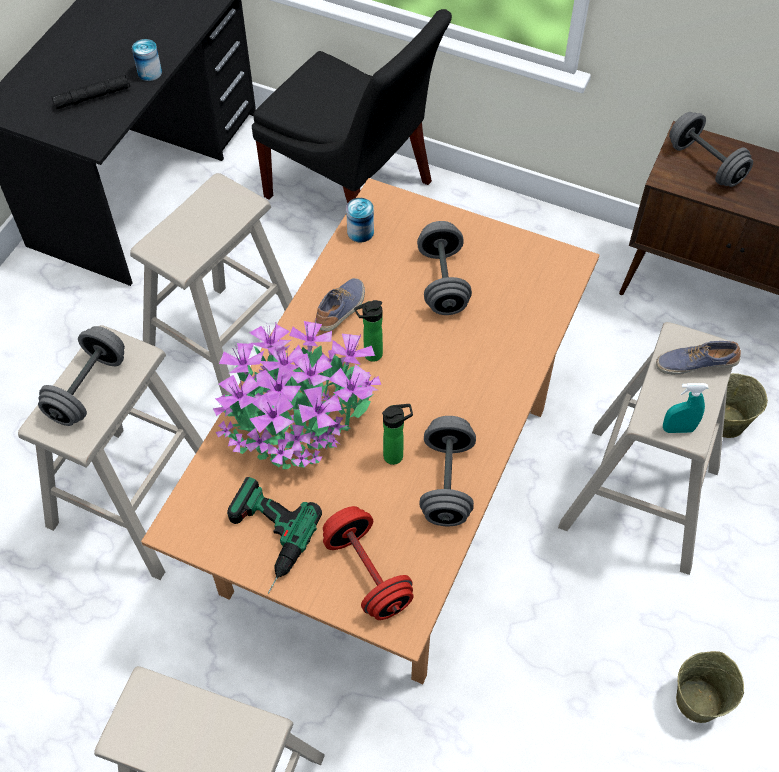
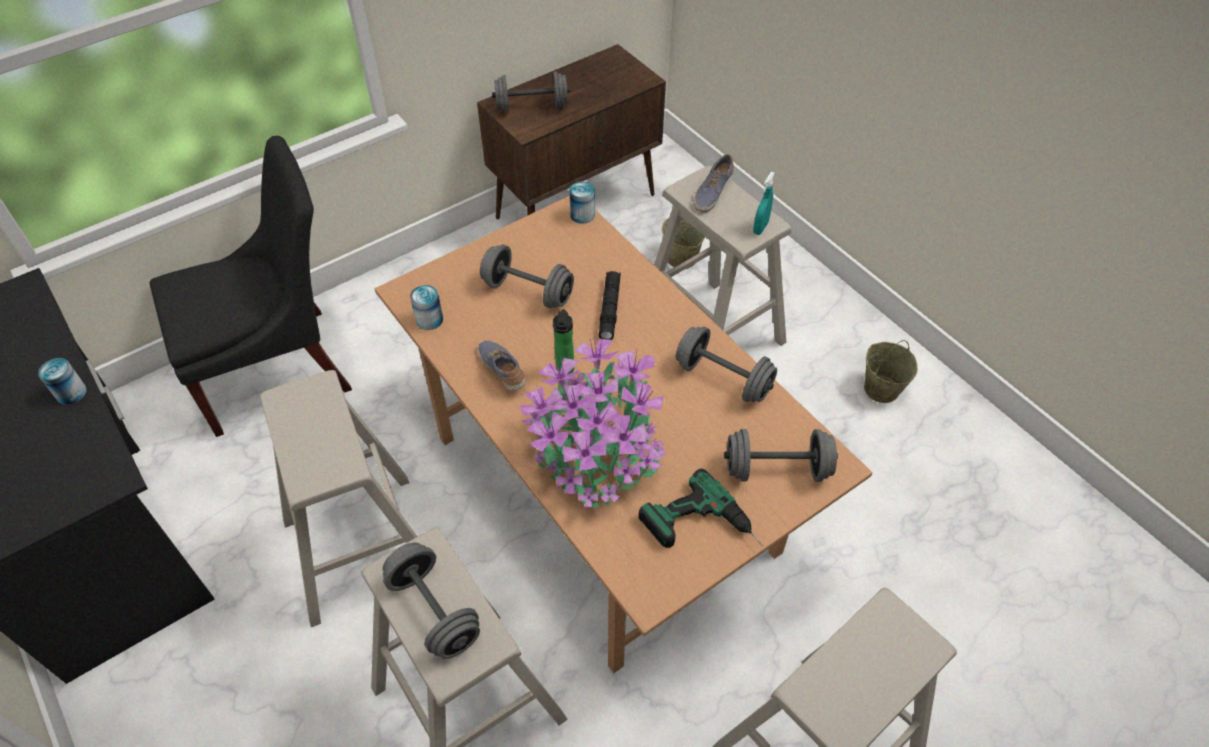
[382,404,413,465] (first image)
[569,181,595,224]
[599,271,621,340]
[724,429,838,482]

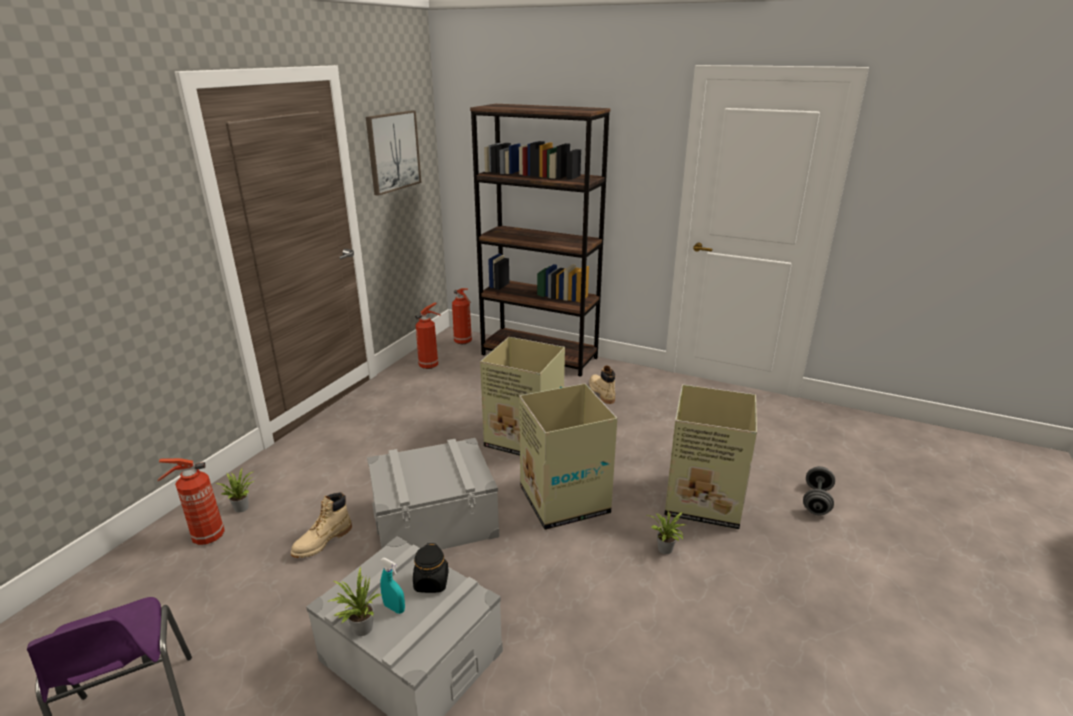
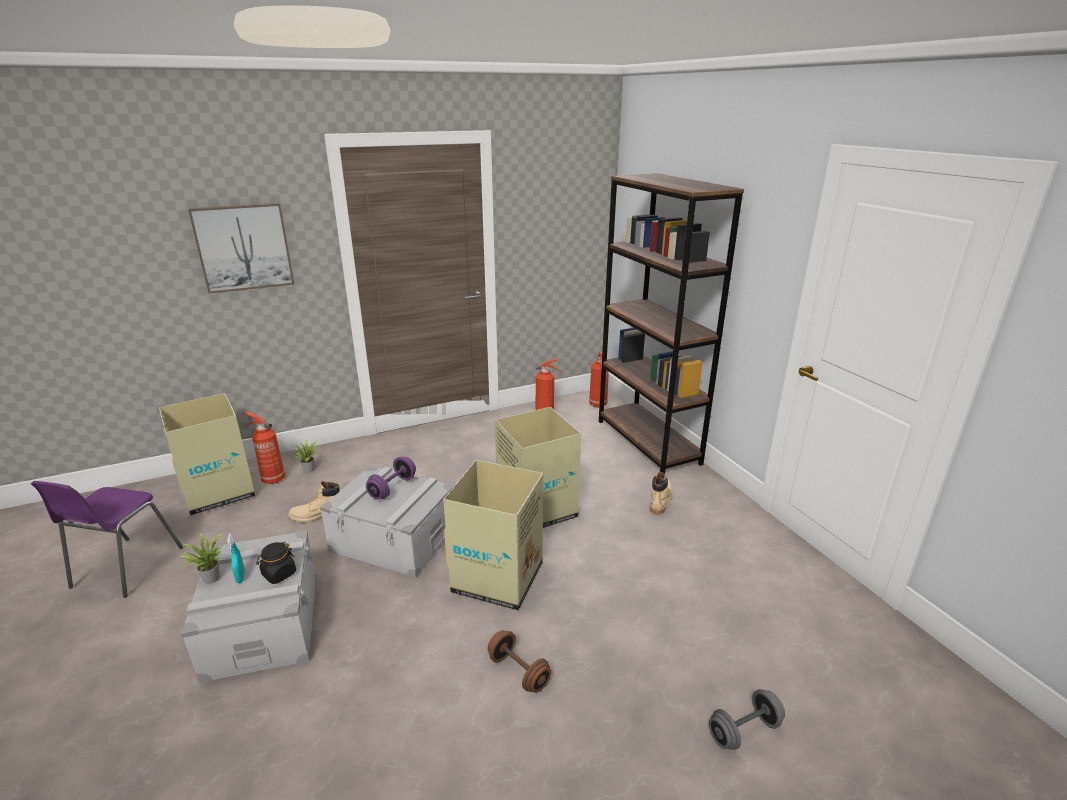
[366,457,416,499]
[188,203,294,294]
[159,393,255,515]
[488,630,551,693]

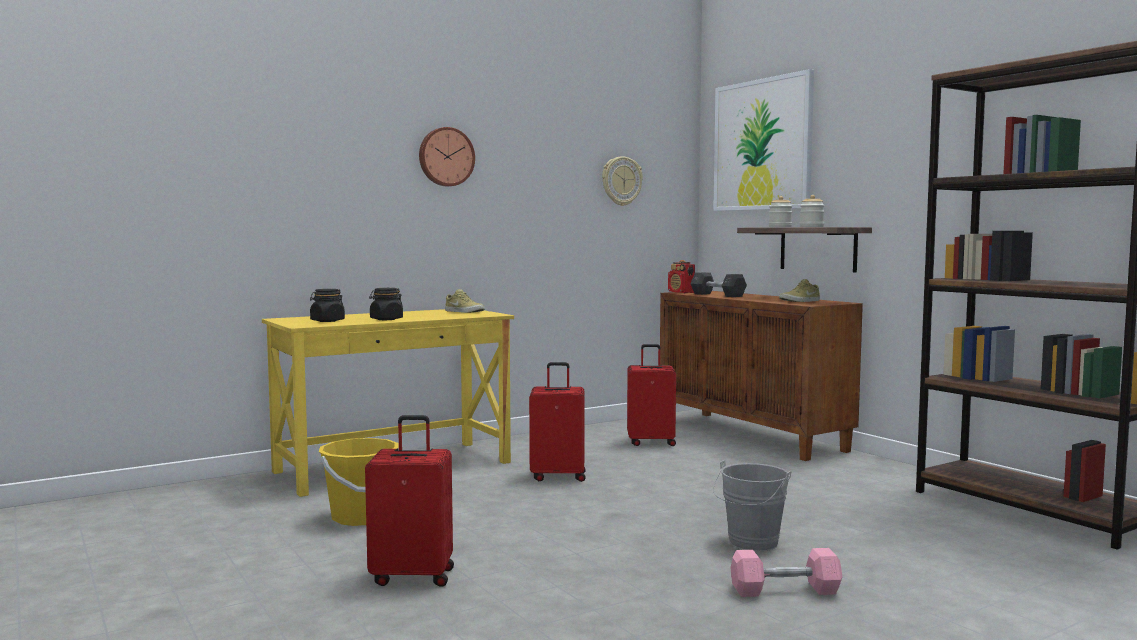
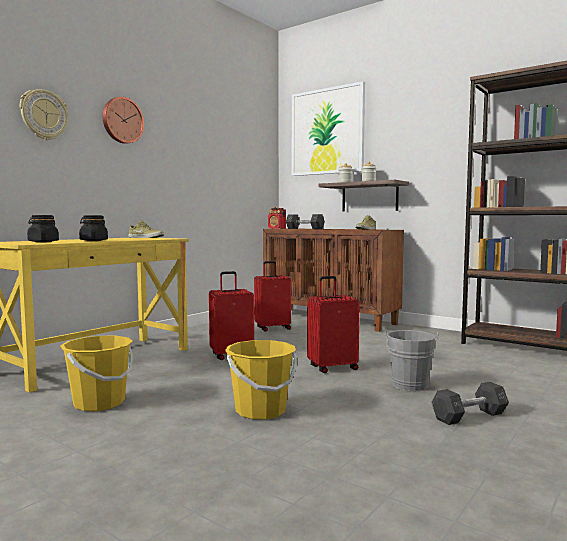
[225,340,297,420]
[307,276,360,373]
[20,89,68,140]
[432,382,509,425]

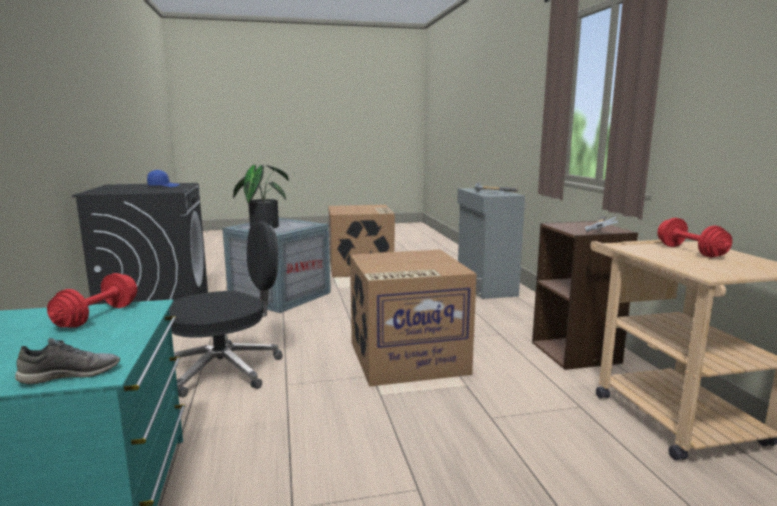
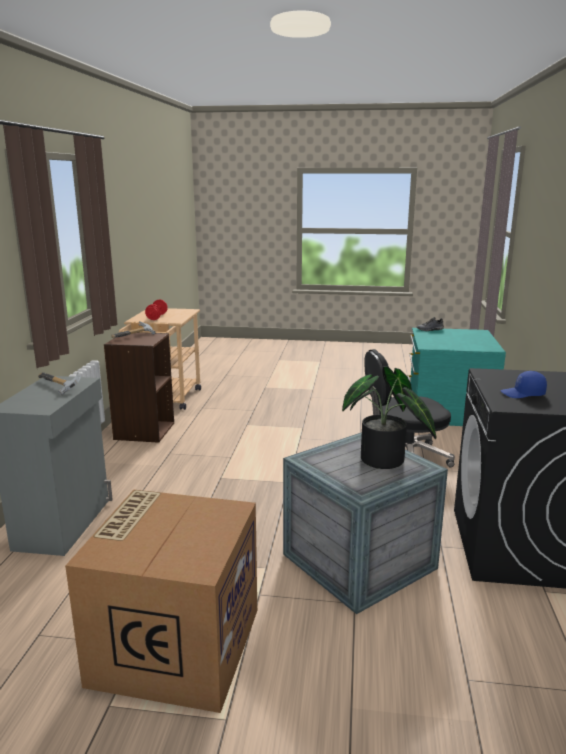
[47,273,137,328] (first image)
[350,250,477,387] (first image)

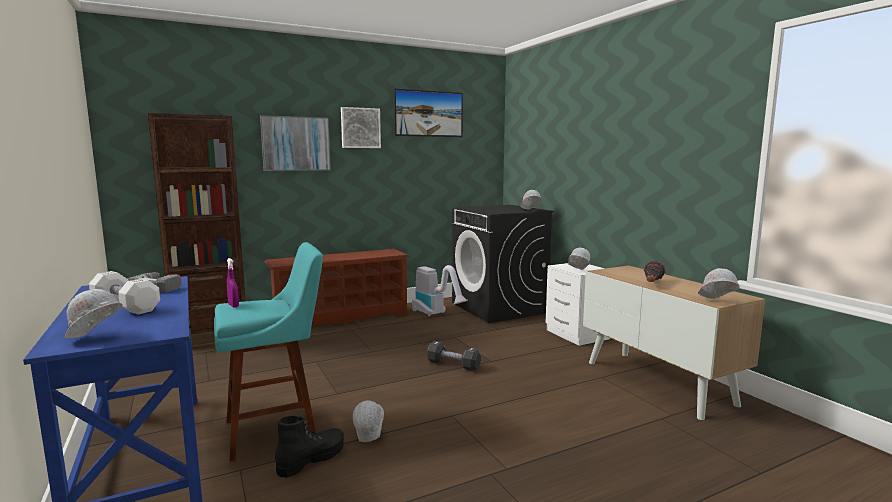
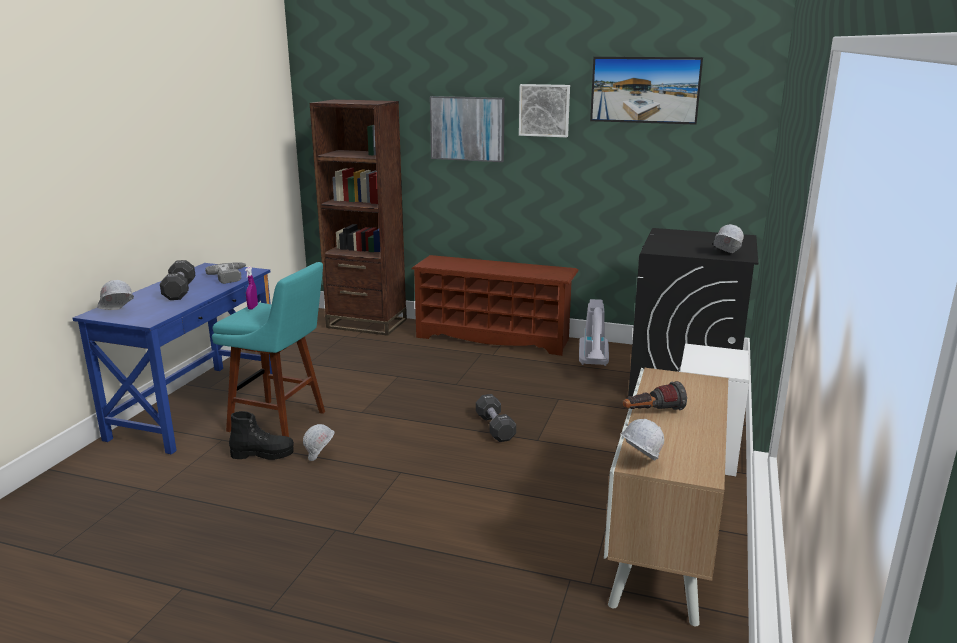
[568,248,590,270] (first image)
[160,260,195,300]

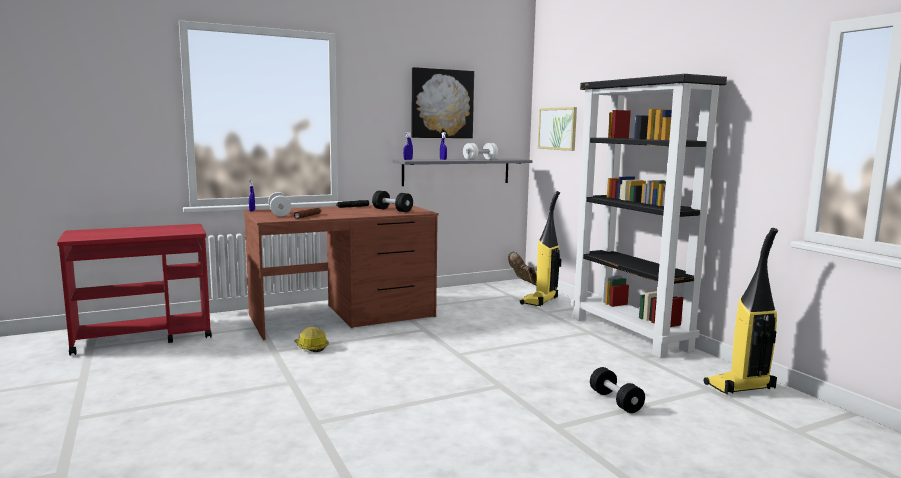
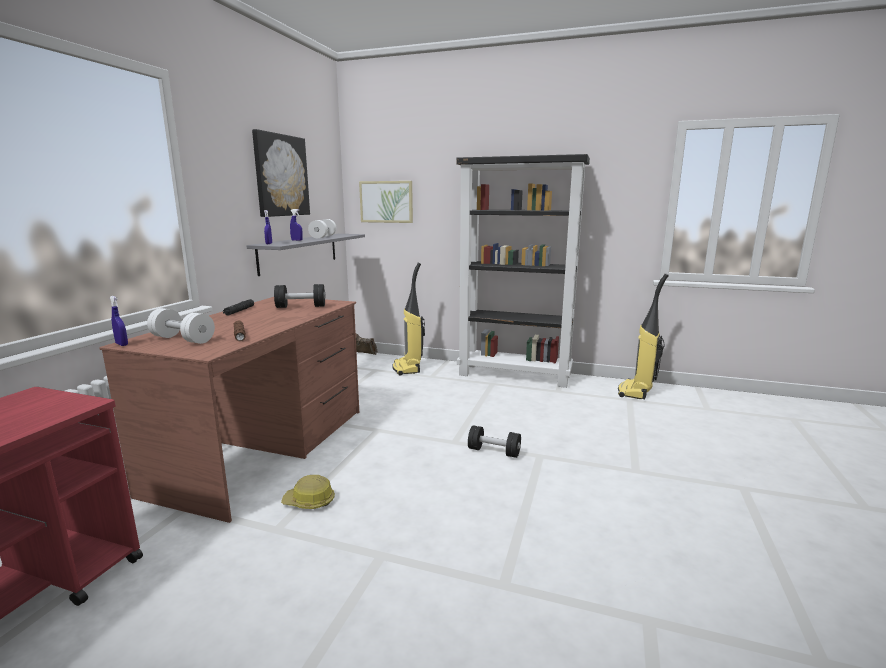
[468,425,521,458]

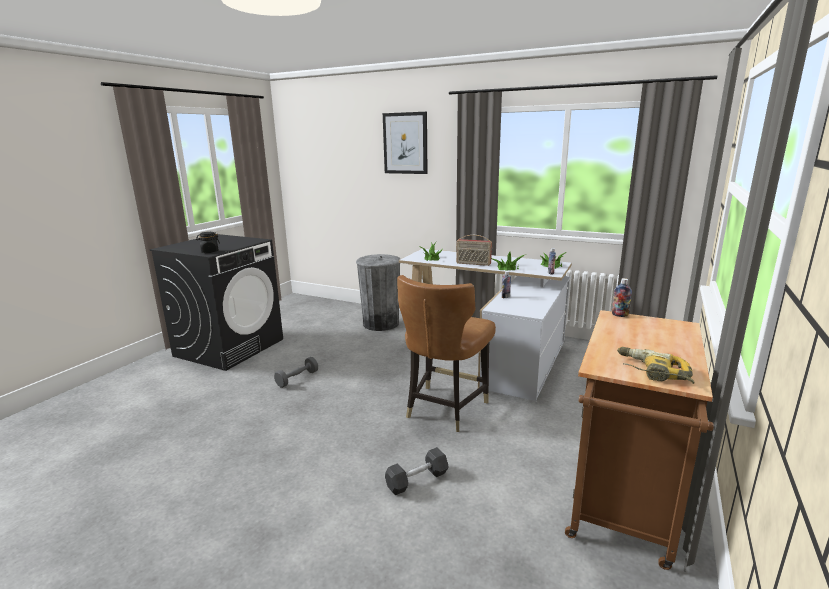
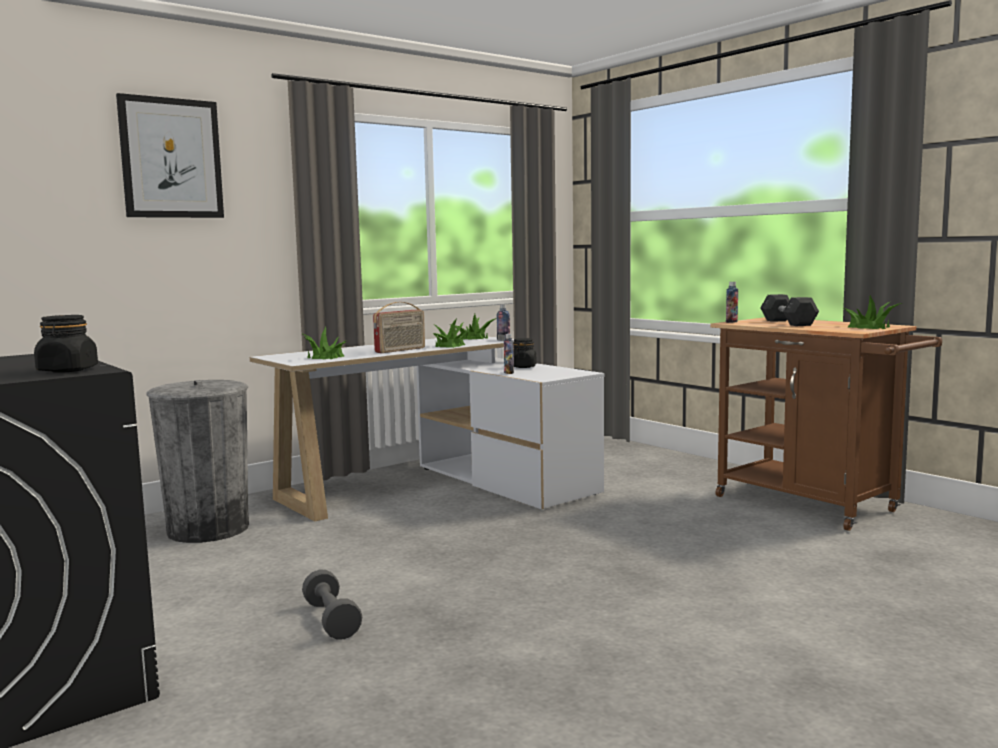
[397,275,496,432] (first image)
[513,338,536,368]
[760,294,819,326]
[843,295,902,329]

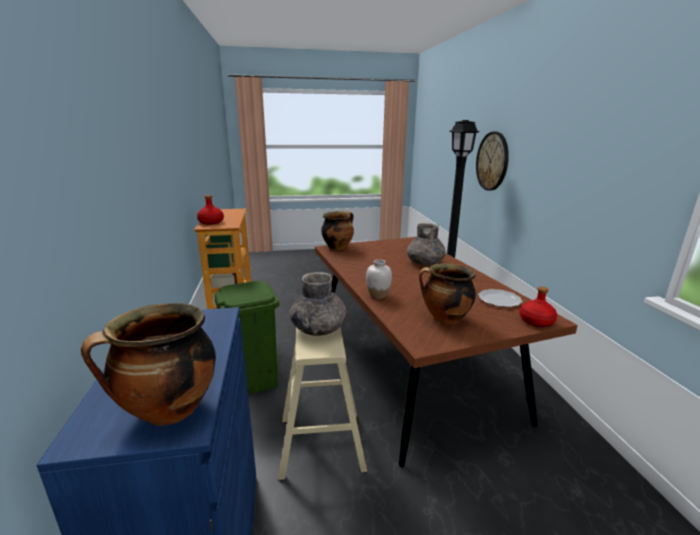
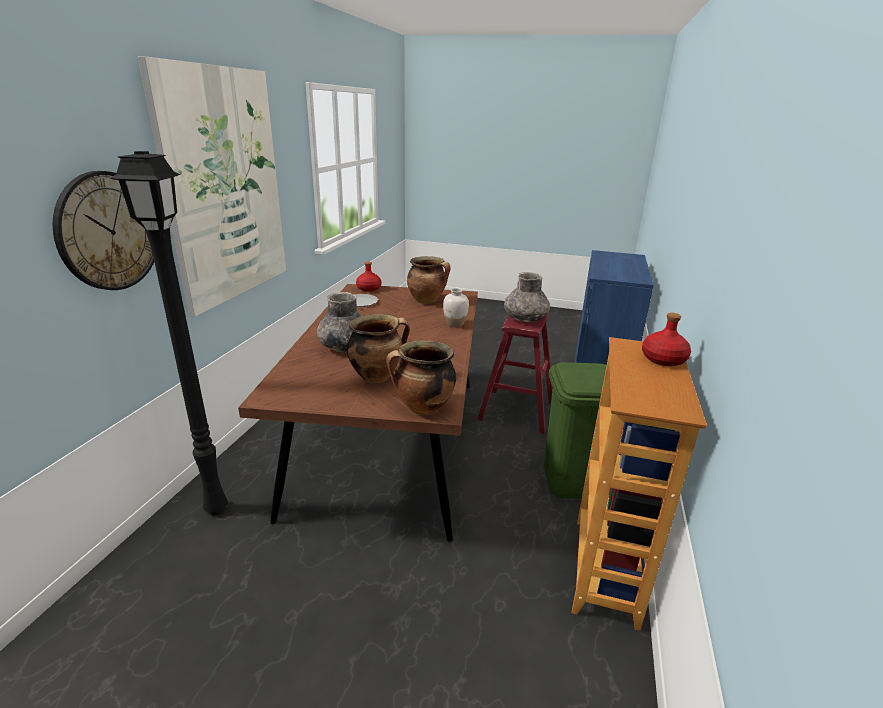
[138,56,286,317]
[347,314,410,383]
[477,312,553,434]

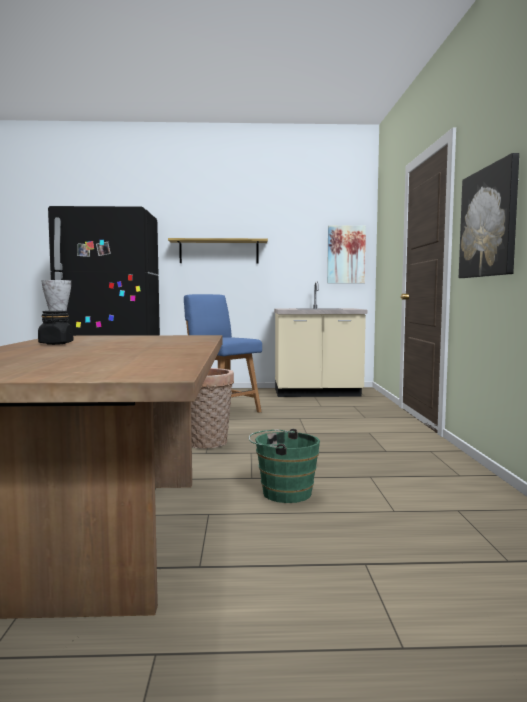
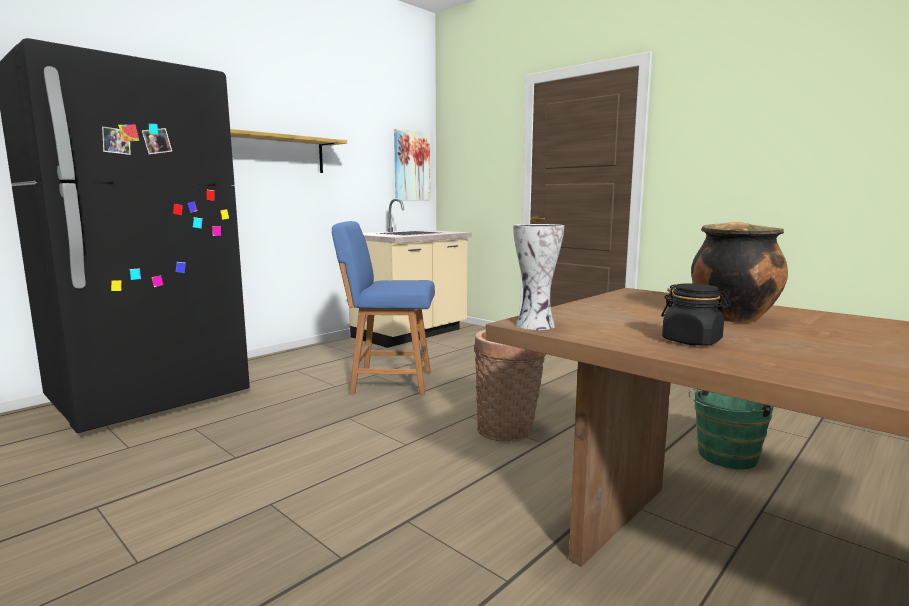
[459,153,519,278] (first image)
[691,222,788,323]

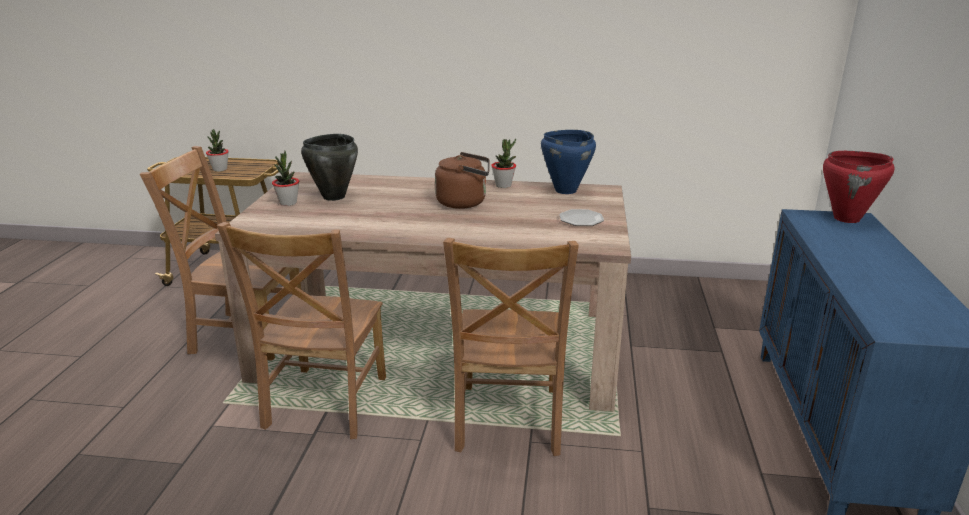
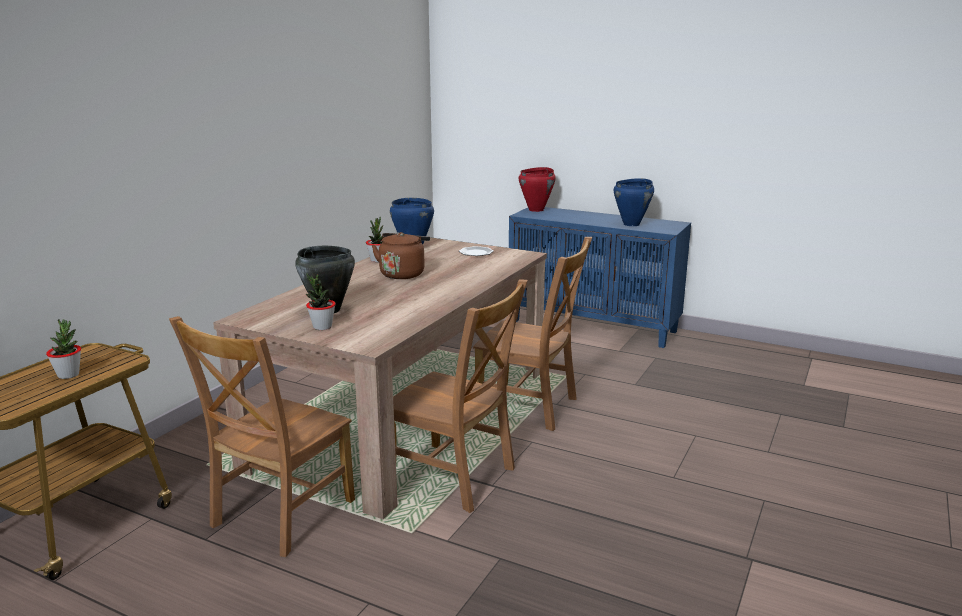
[614,178,654,226]

